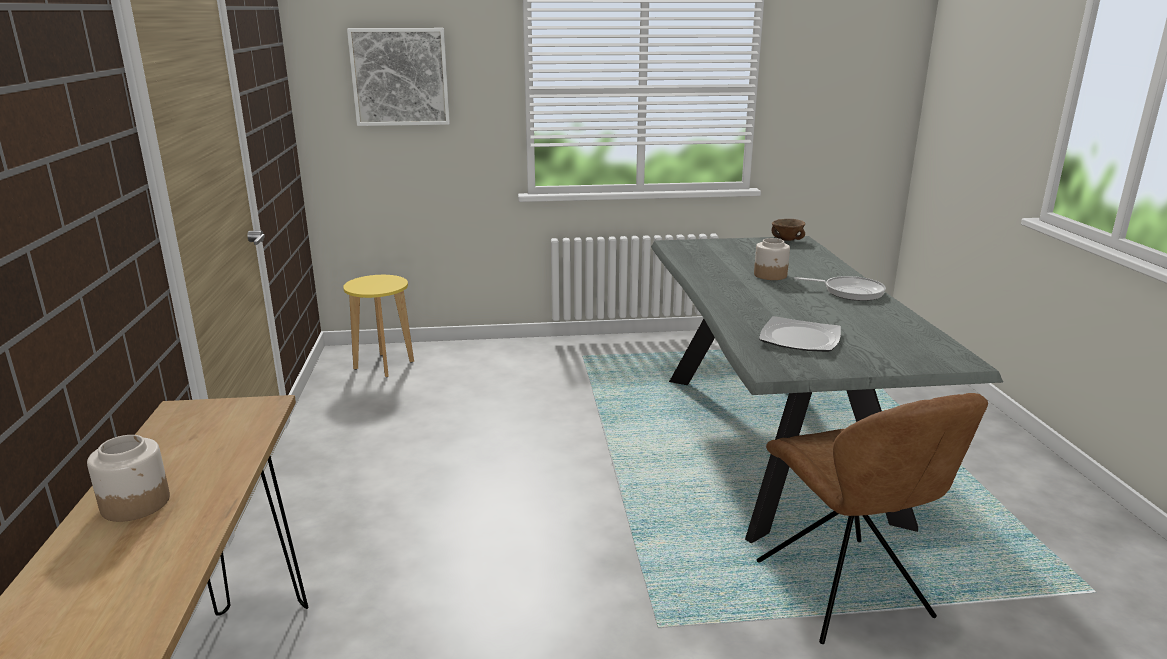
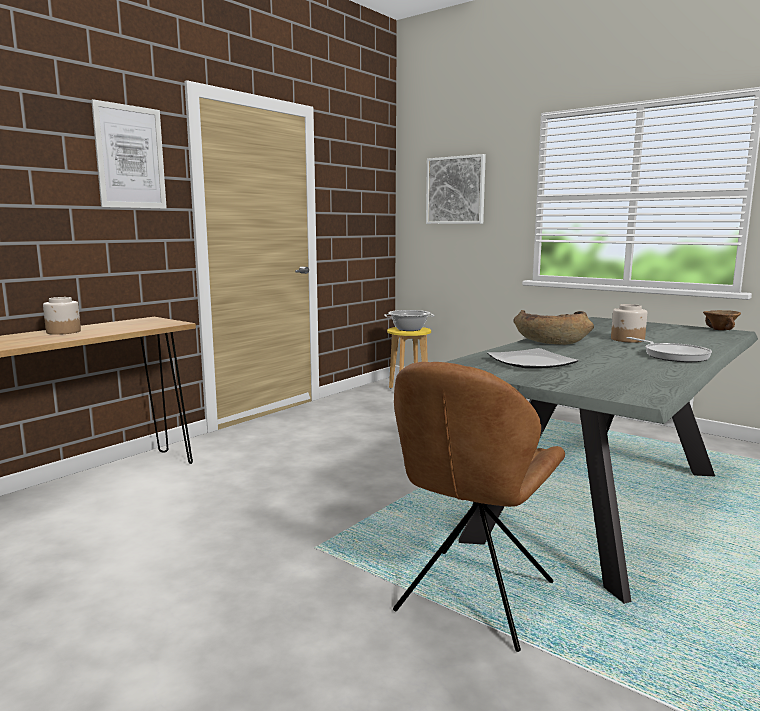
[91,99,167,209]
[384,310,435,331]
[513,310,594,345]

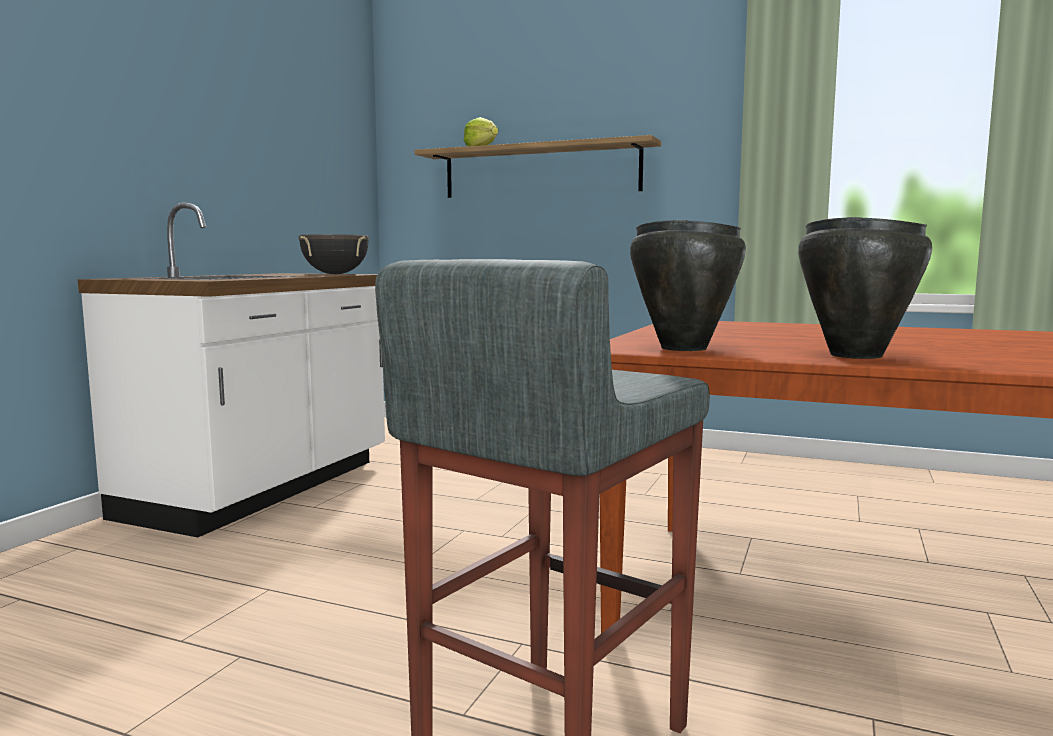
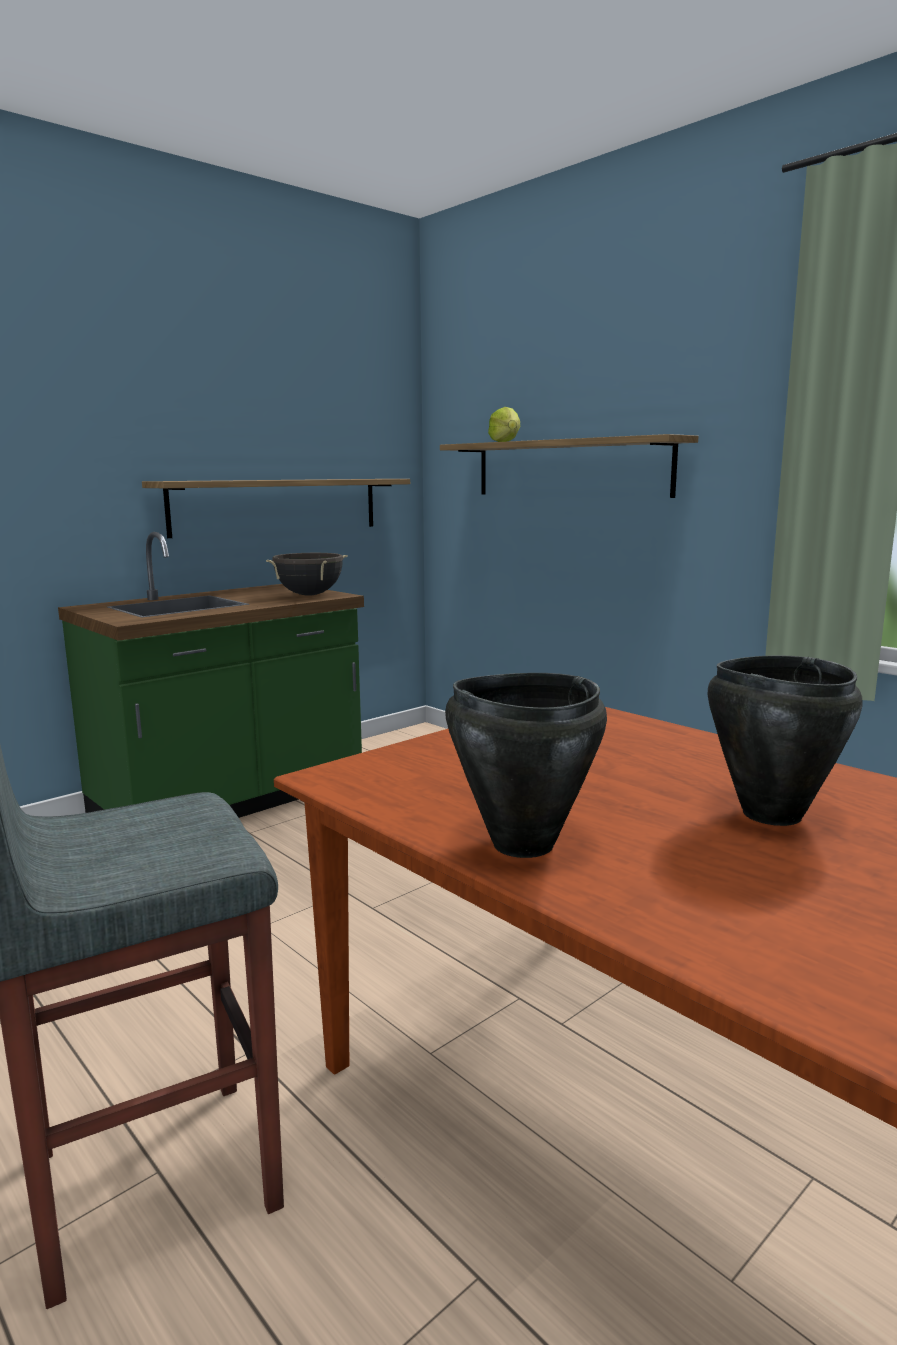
[142,479,410,538]
[708,655,863,826]
[58,532,364,818]

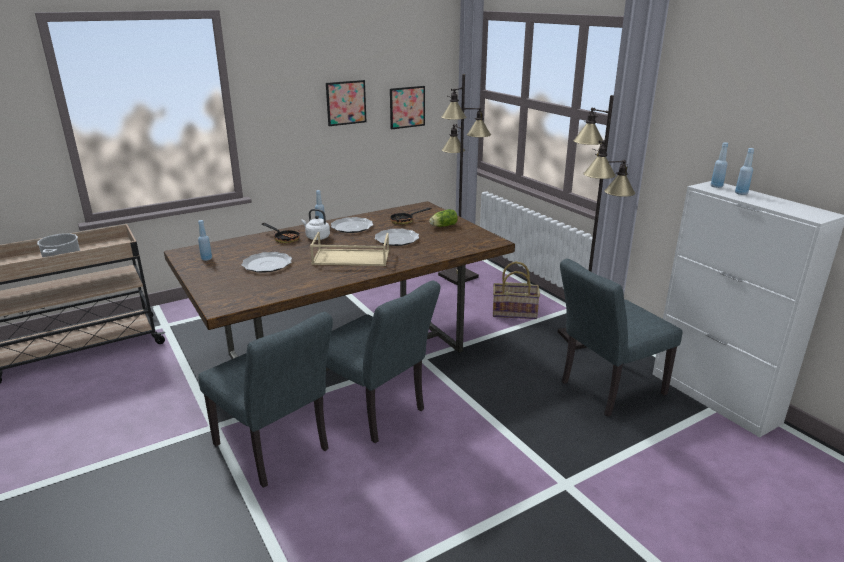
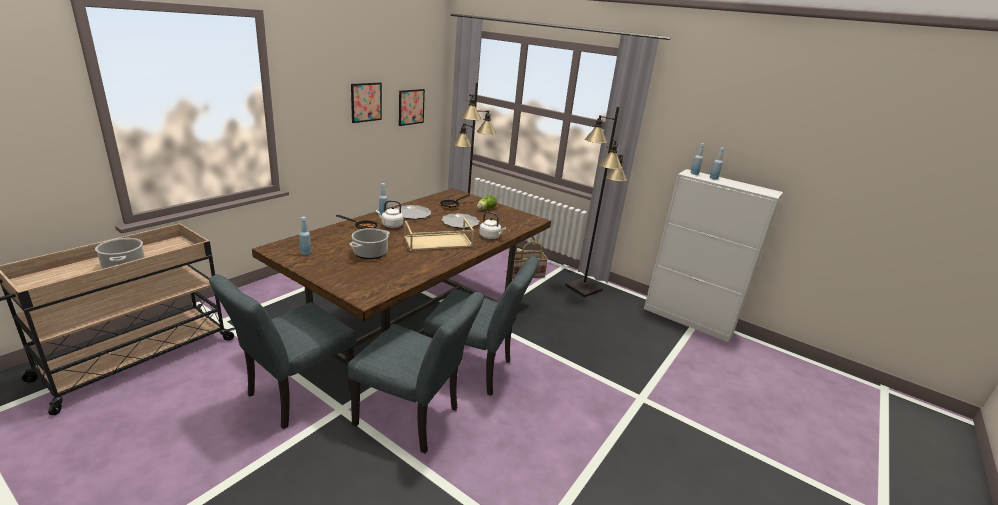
[479,211,506,239]
[209,274,356,429]
[349,228,390,259]

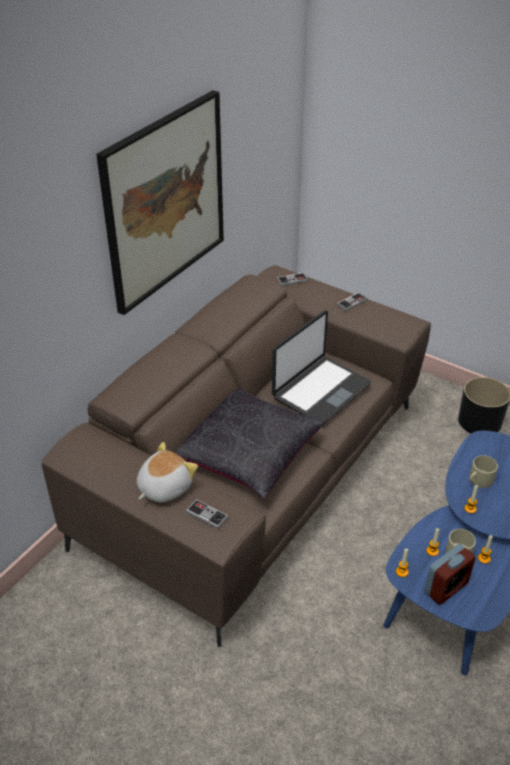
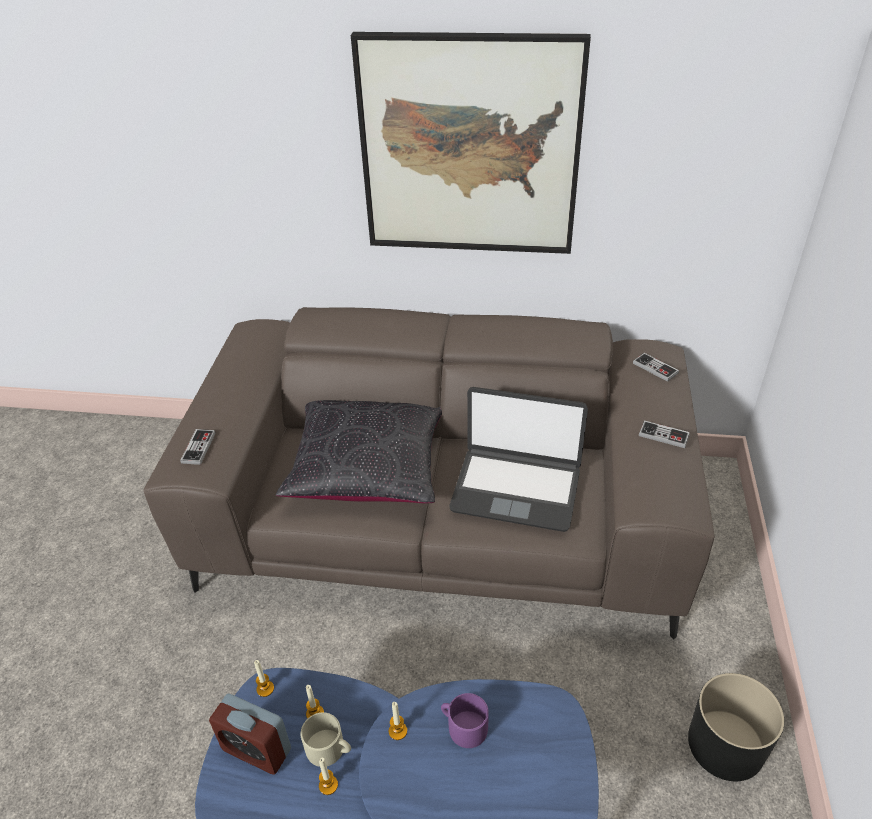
[137,442,198,503] (first image)
[441,693,489,748]

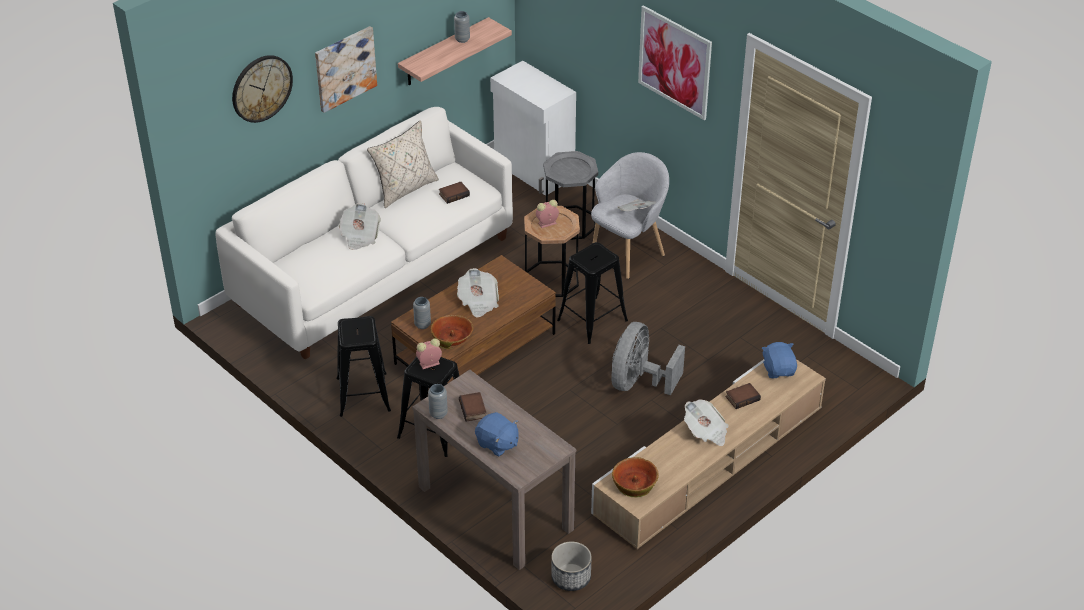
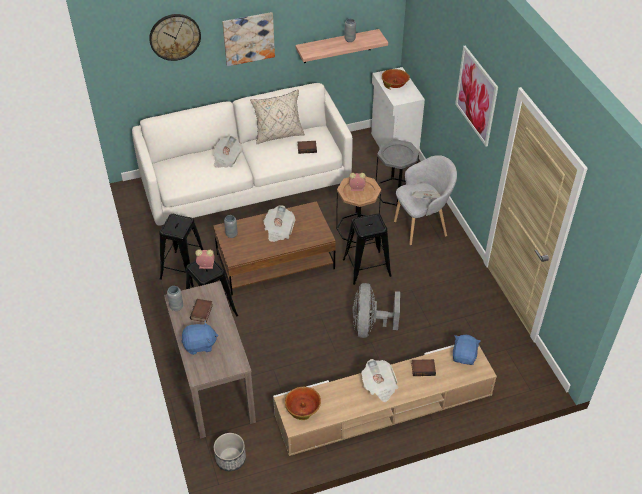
[382,69,410,89]
[181,321,218,355]
[352,283,400,338]

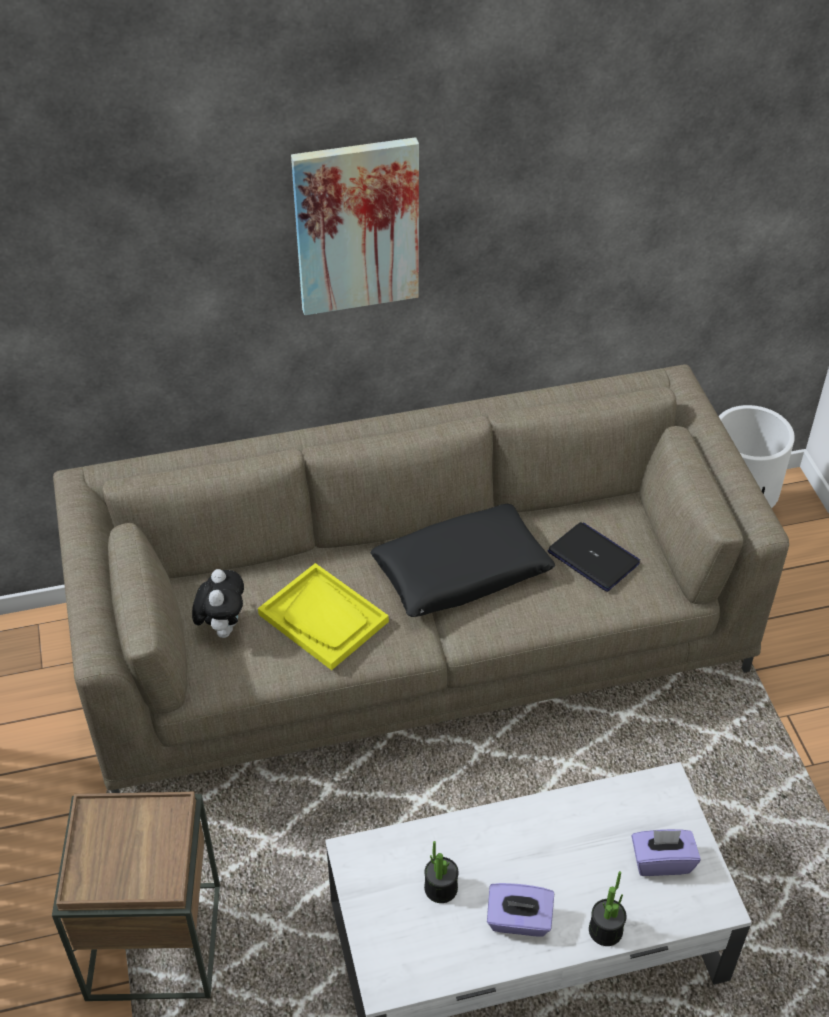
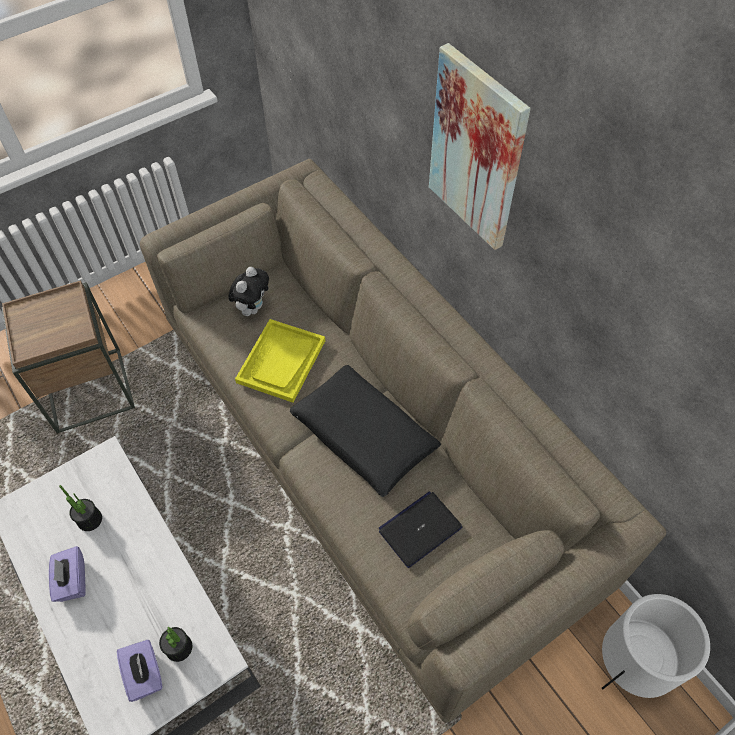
[159,627,192,662]
[228,267,269,316]
[378,491,462,568]

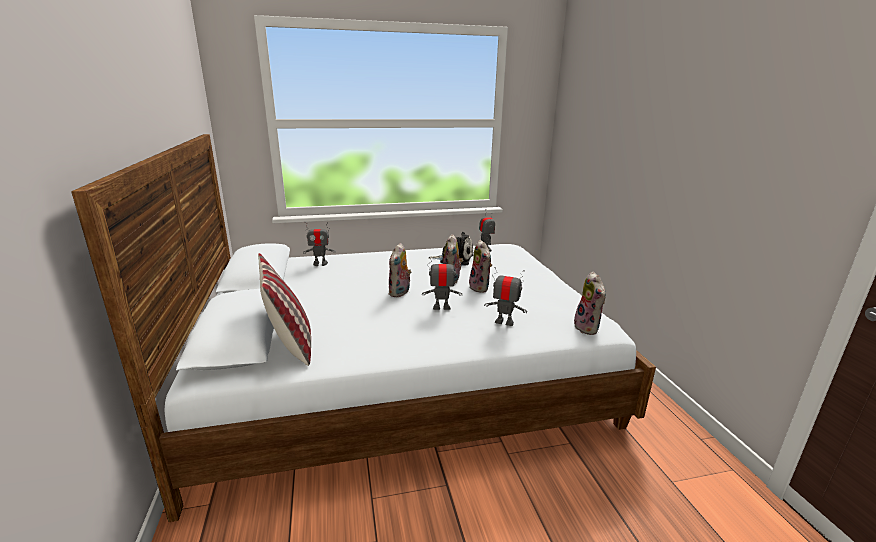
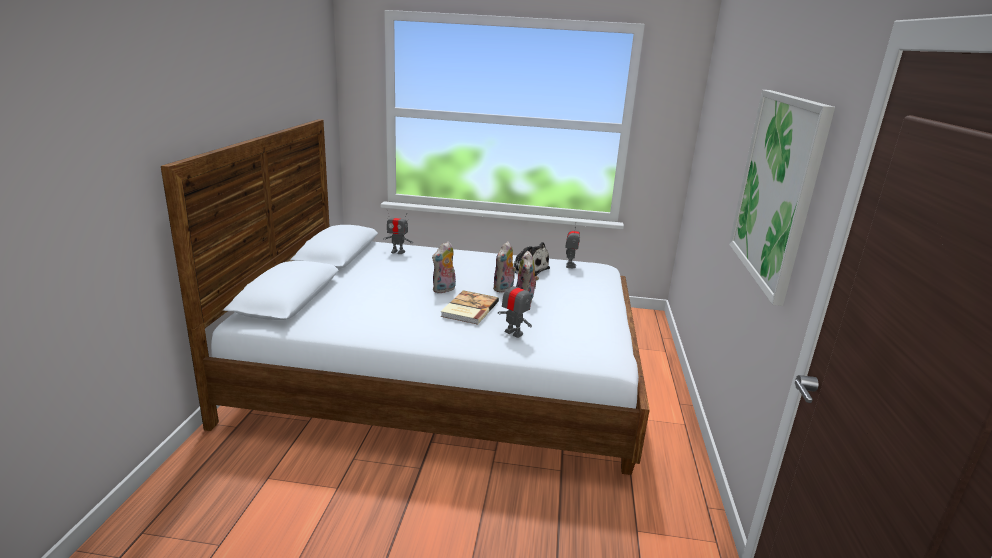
[258,253,311,366] (first image)
[574,272,606,335] (first image)
[729,90,835,306]
[441,290,499,325]

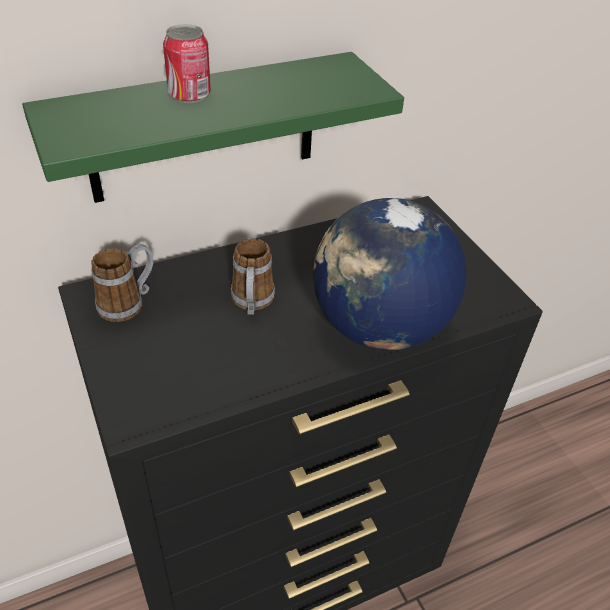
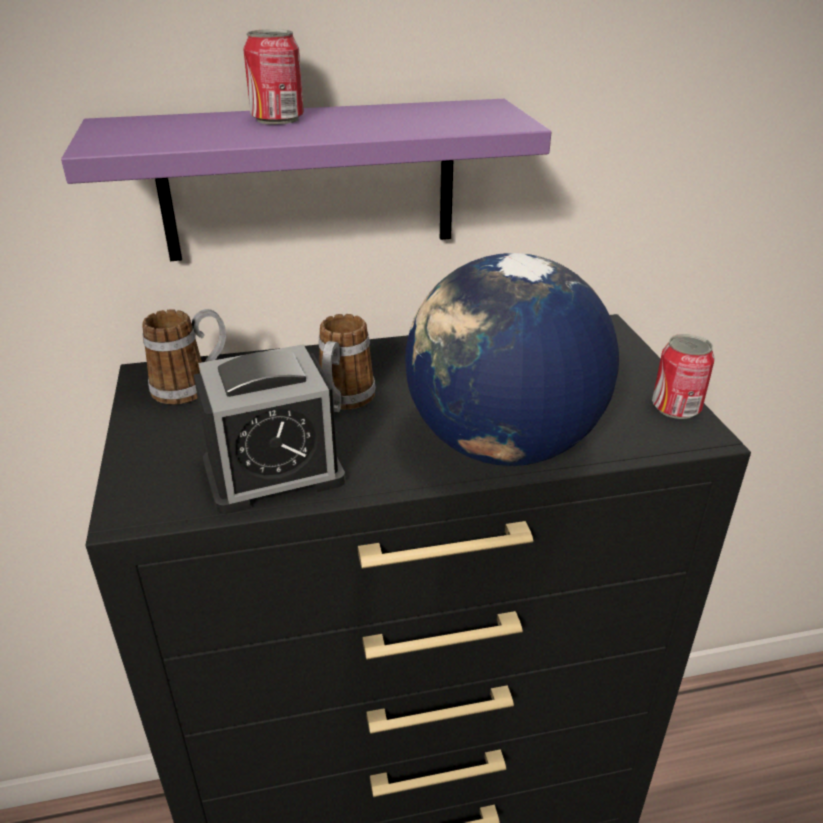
[194,344,345,514]
[652,334,715,419]
[61,99,551,261]

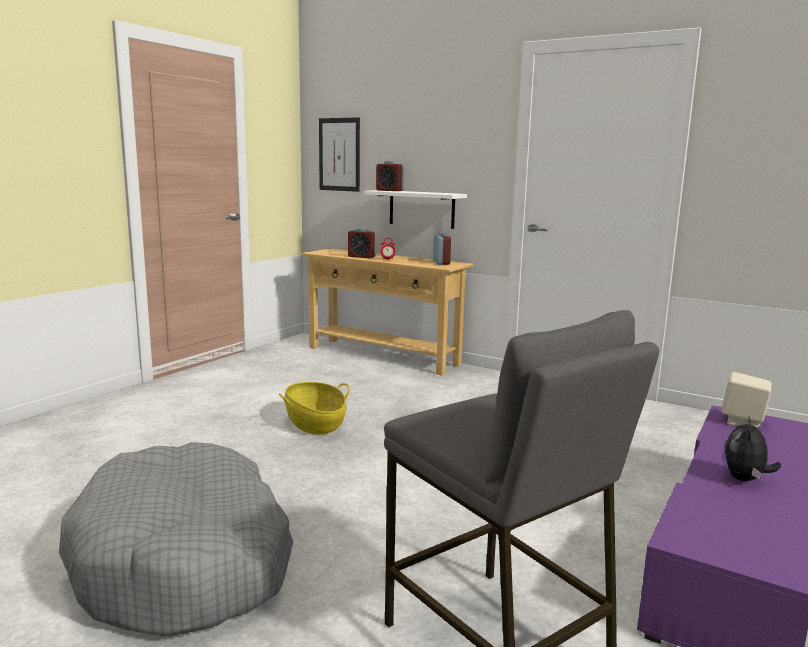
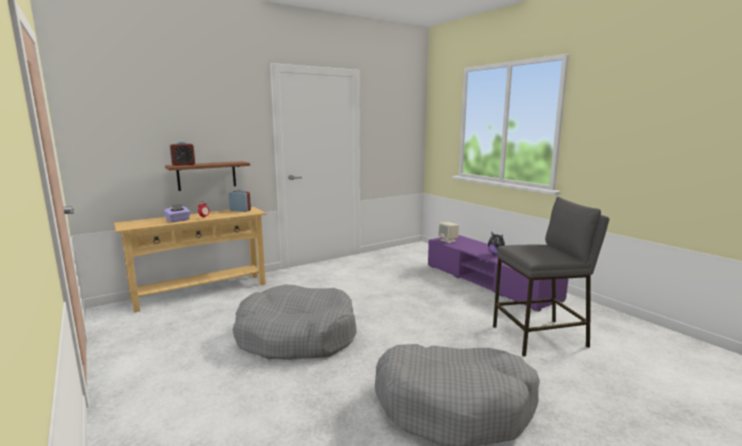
[319,117,360,192] (first image)
[233,285,357,360]
[163,204,191,223]
[165,161,250,191]

